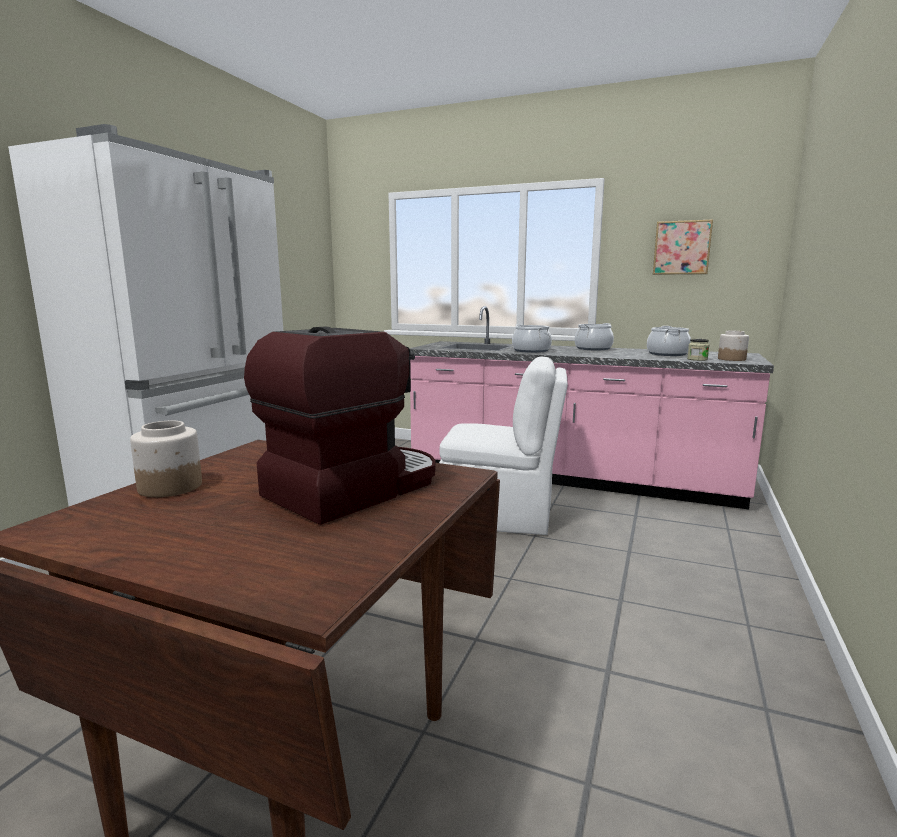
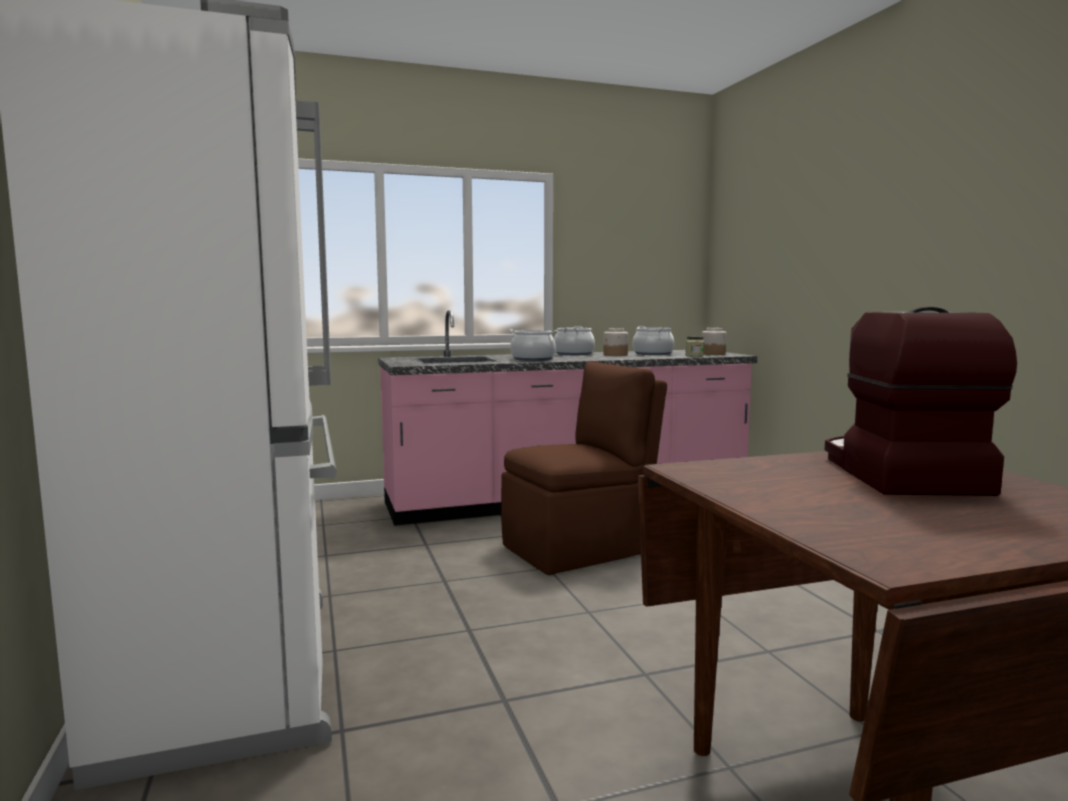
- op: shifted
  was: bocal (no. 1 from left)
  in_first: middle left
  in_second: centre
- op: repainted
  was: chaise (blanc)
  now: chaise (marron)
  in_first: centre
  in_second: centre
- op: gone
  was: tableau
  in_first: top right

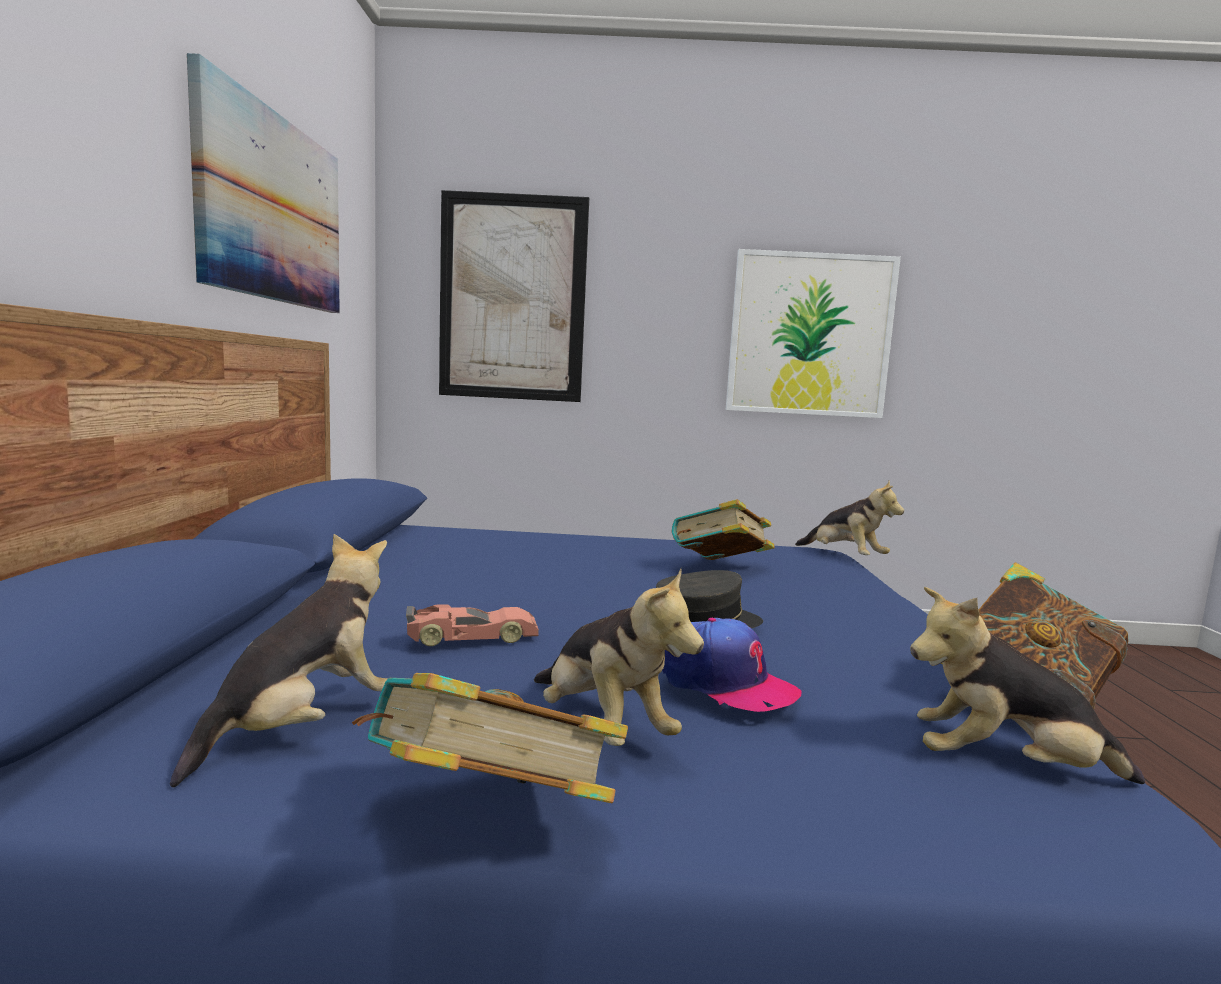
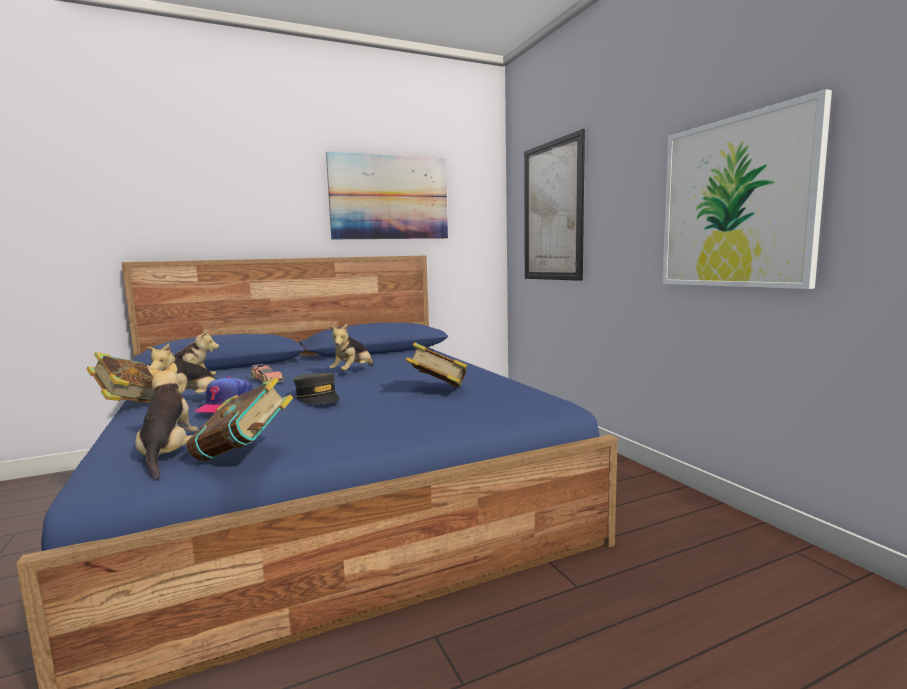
- op: shifted
  was: peluche (no. 3 from left in the first image)
  now: peluche (no. 4 from left)
  in_first: middle right
  in_second: centre

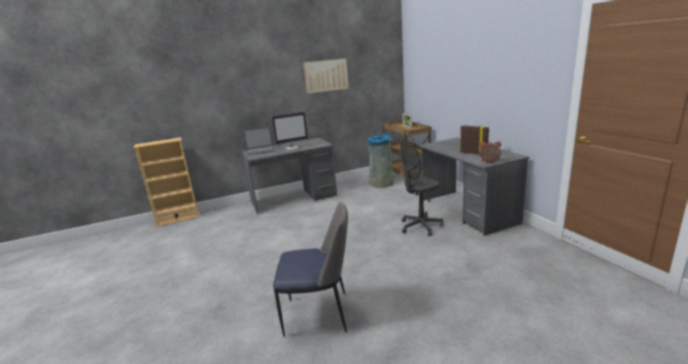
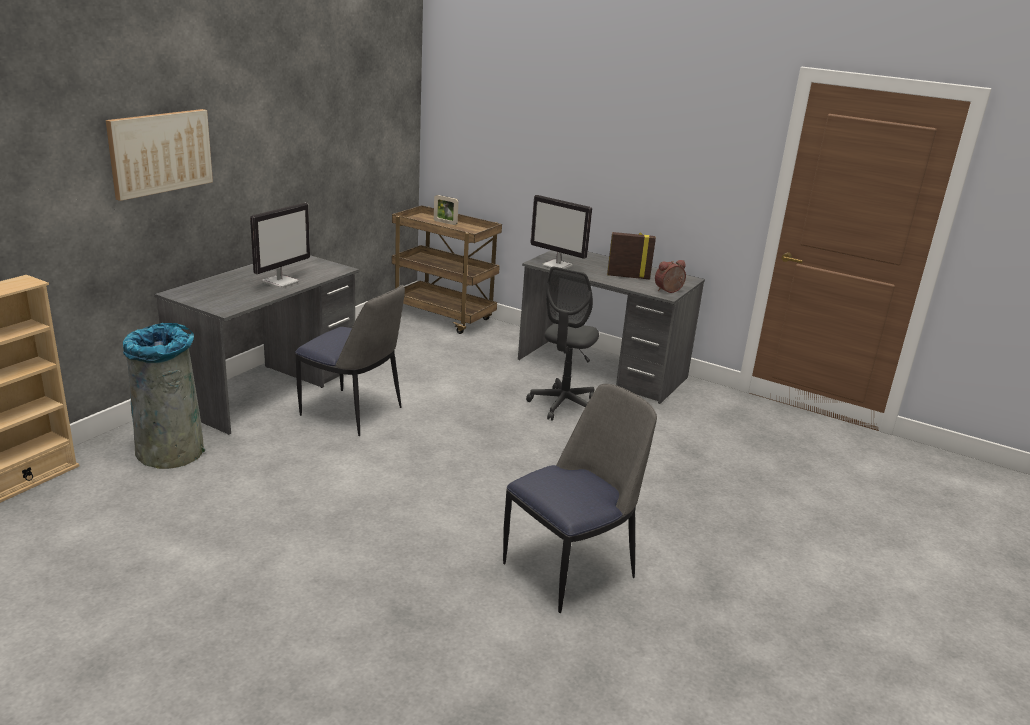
- op: gone
  was: ordinateur portable
  in_first: centre
- op: shifted
  was: tableau
  in_first: top centre
  in_second: top left
- op: shifted
  was: poubelle (gris)
  in_first: centre
  in_second: middle left
- op: new
  now: chaise (no. 1 from left)
  in_second: centre
- op: new
  now: écran d'ordinateur (no. 2 from left)
  in_second: top centre

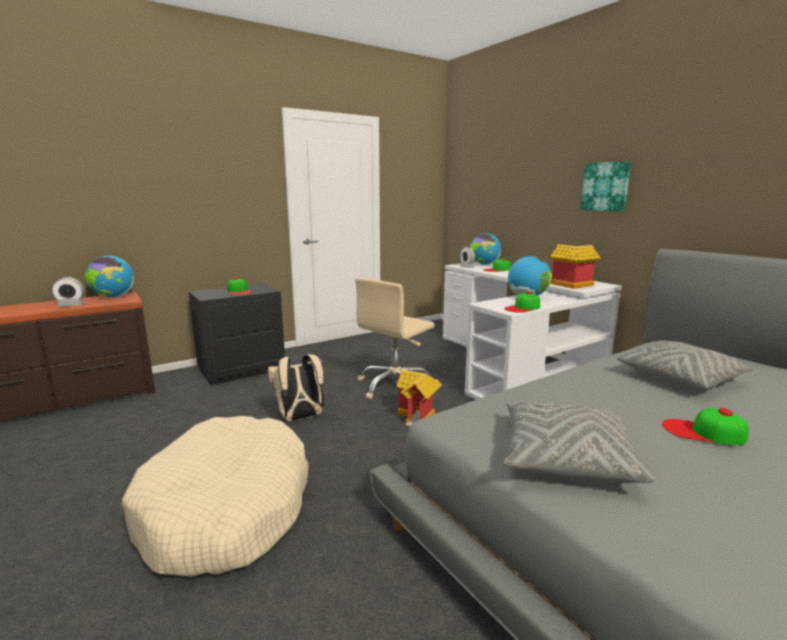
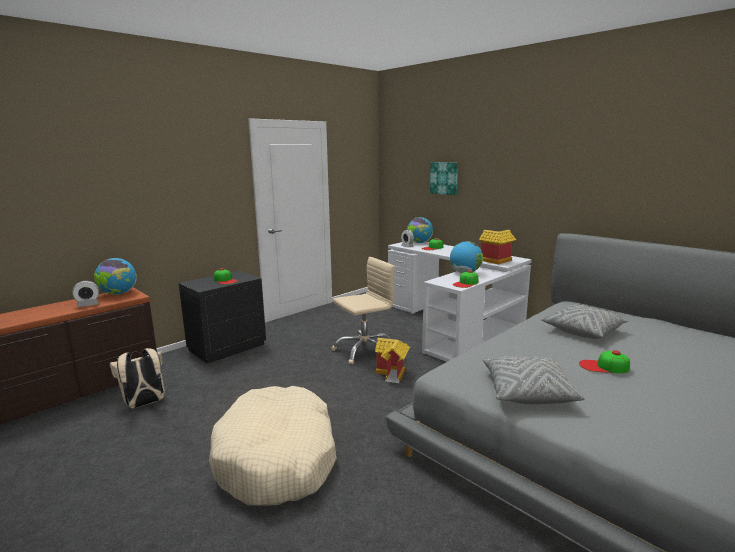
- op: shifted
  was: sac à dos (beige)
  in_first: centre
  in_second: bottom left
- op: rotated
  was: chaise de bureau (beige)
  in_first: centre
  in_second: centre
  clockwise: -150
- op: shifted
  was: tableau
  in_first: top right
  in_second: top centre

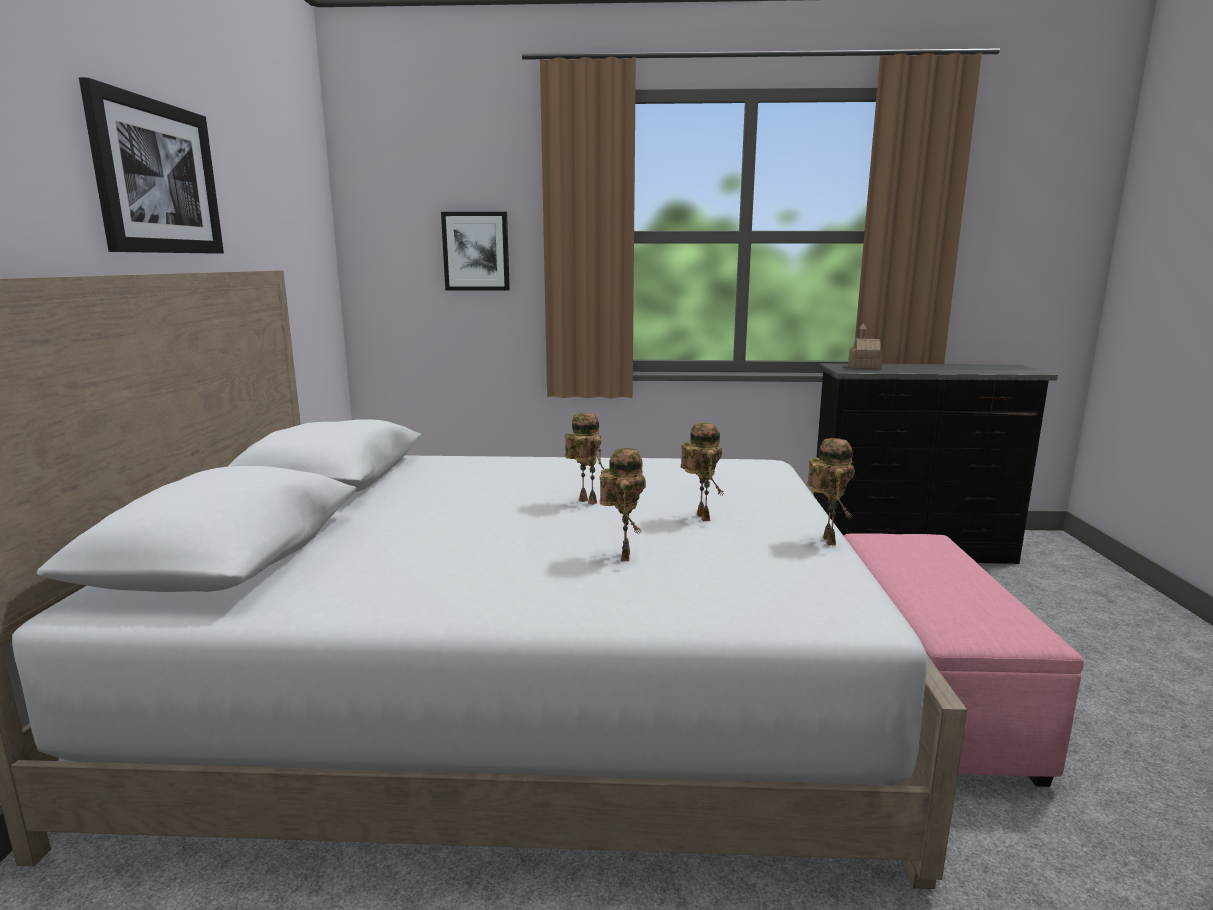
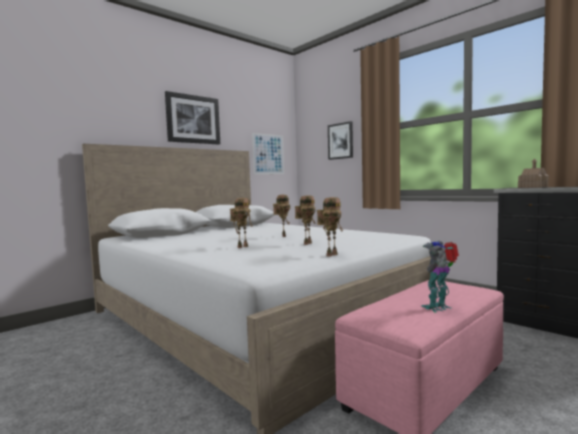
- op: new
  now: tableau (no. 2 from left)
  in_second: centre
- op: new
  now: robot jouet (no. 5 from left)
  in_second: middle right

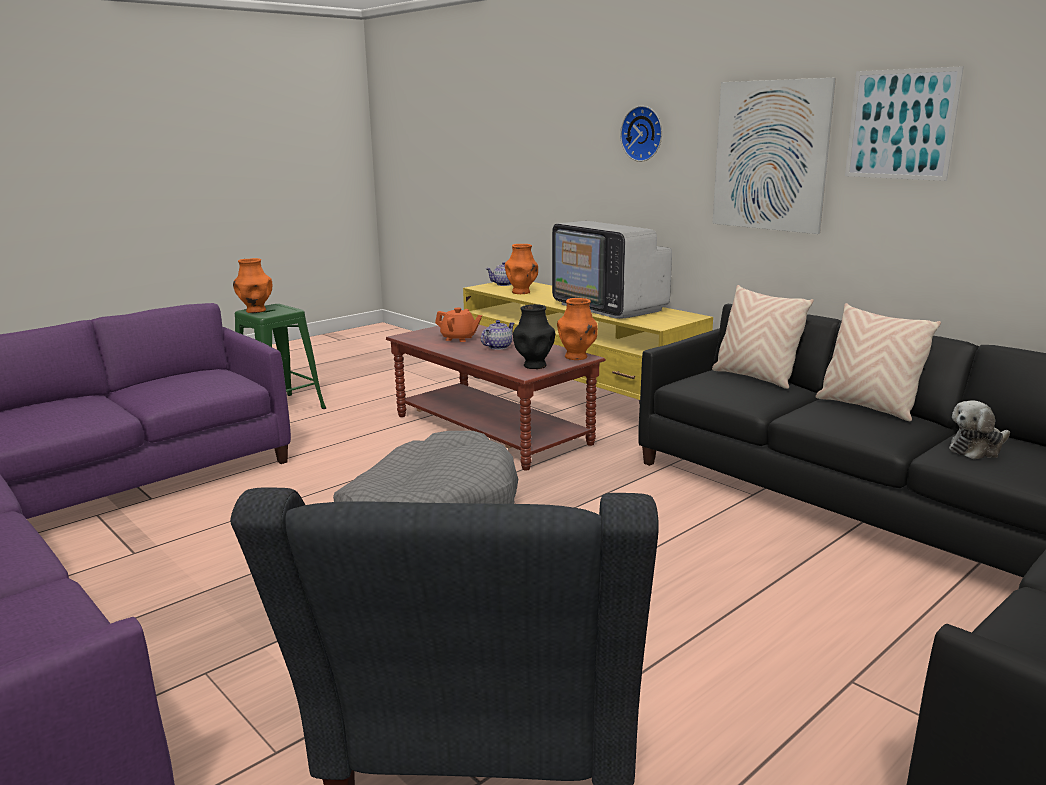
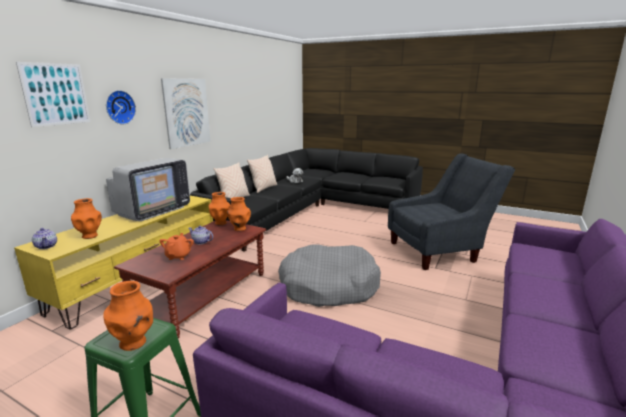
- op: repainted
  was: vase (noir)
  now: vase (orange) (no. 4 from left)
  in_first: centre
  in_second: centre
- op: shifted
  was: tableau (no. 2 from left in the first image)
  now: tableau (no. 1 from left)
  in_first: top right
  in_second: top left

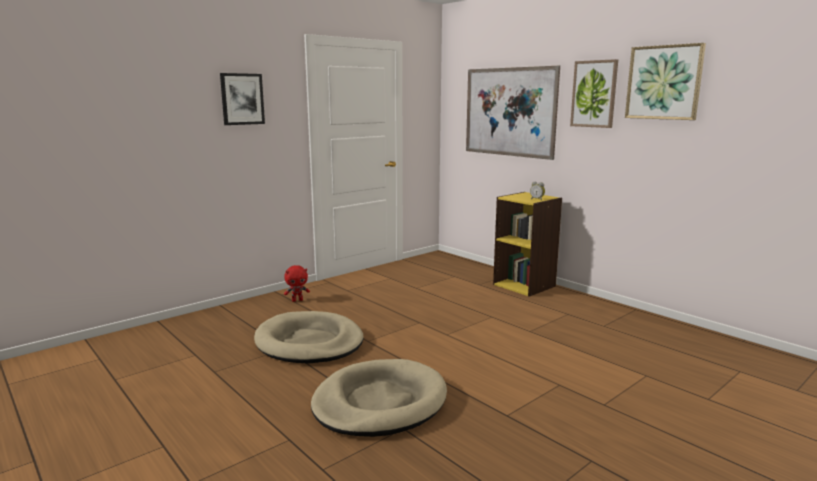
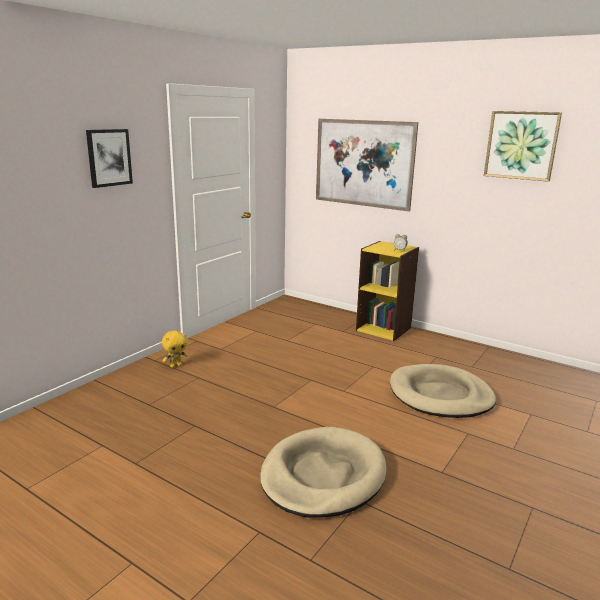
- op: shifted
  was: panier pour chien (beige) (no. 1 from left in the first image)
  now: panier pour chien (beige) (no. 2 from left)
  in_first: bottom centre
  in_second: middle right
- op: repainted
  was: peluche (rouge)
  now: peluche (jaune)
  in_first: centre
  in_second: middle left
- op: gone
  was: tableau (no. 3 from left)
  in_first: top right

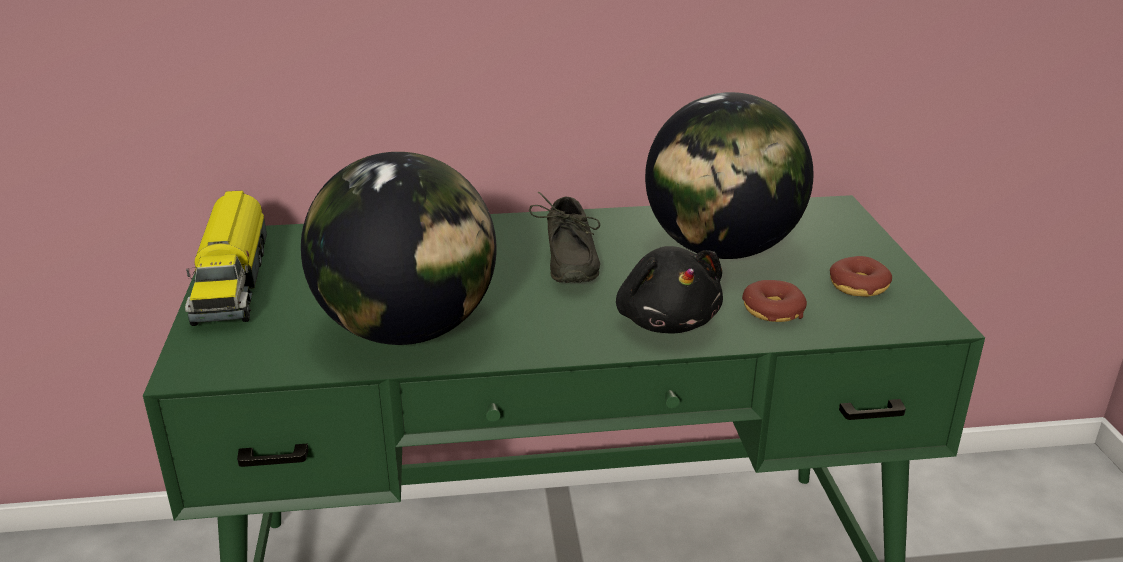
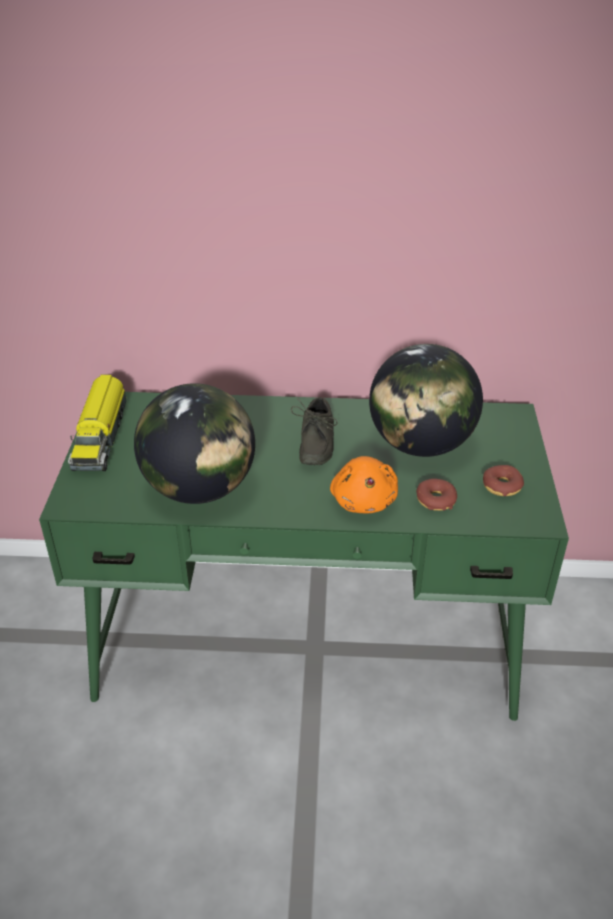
- op: repainted
  was: peluche (noir)
  now: peluche (orange)
  in_first: centre
  in_second: centre

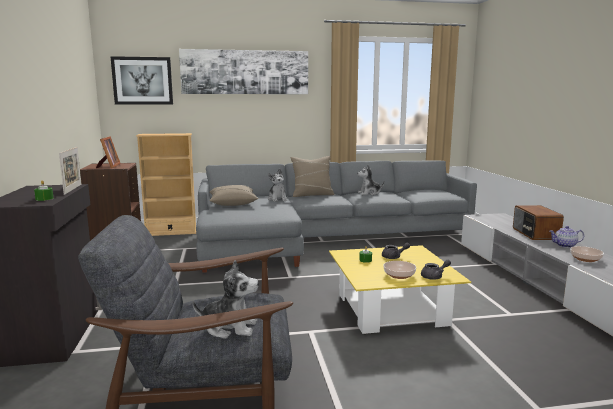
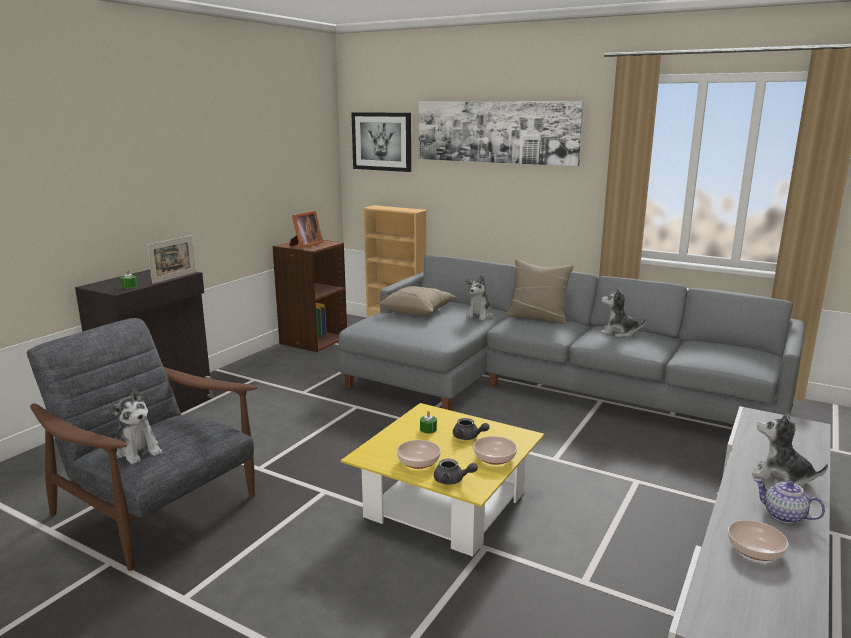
- op: swapped
  was: radio
  now: peluche (no. 4 from left)
  in_first: middle right
  in_second: bottom right
- op: new
  now: bol (no. 2 from left)
  in_second: bottom centre

